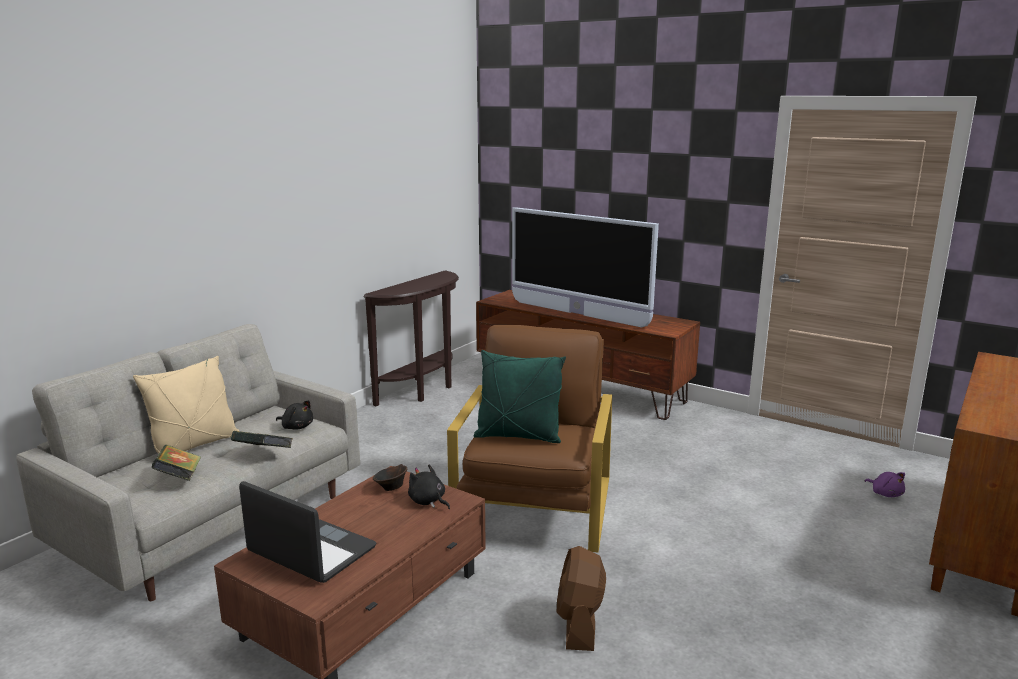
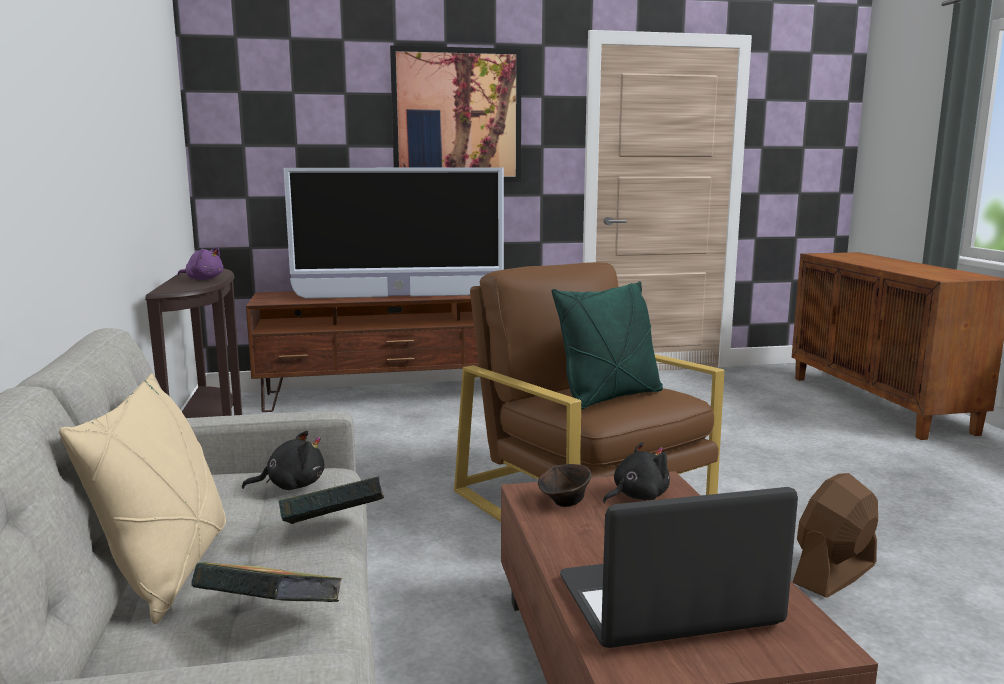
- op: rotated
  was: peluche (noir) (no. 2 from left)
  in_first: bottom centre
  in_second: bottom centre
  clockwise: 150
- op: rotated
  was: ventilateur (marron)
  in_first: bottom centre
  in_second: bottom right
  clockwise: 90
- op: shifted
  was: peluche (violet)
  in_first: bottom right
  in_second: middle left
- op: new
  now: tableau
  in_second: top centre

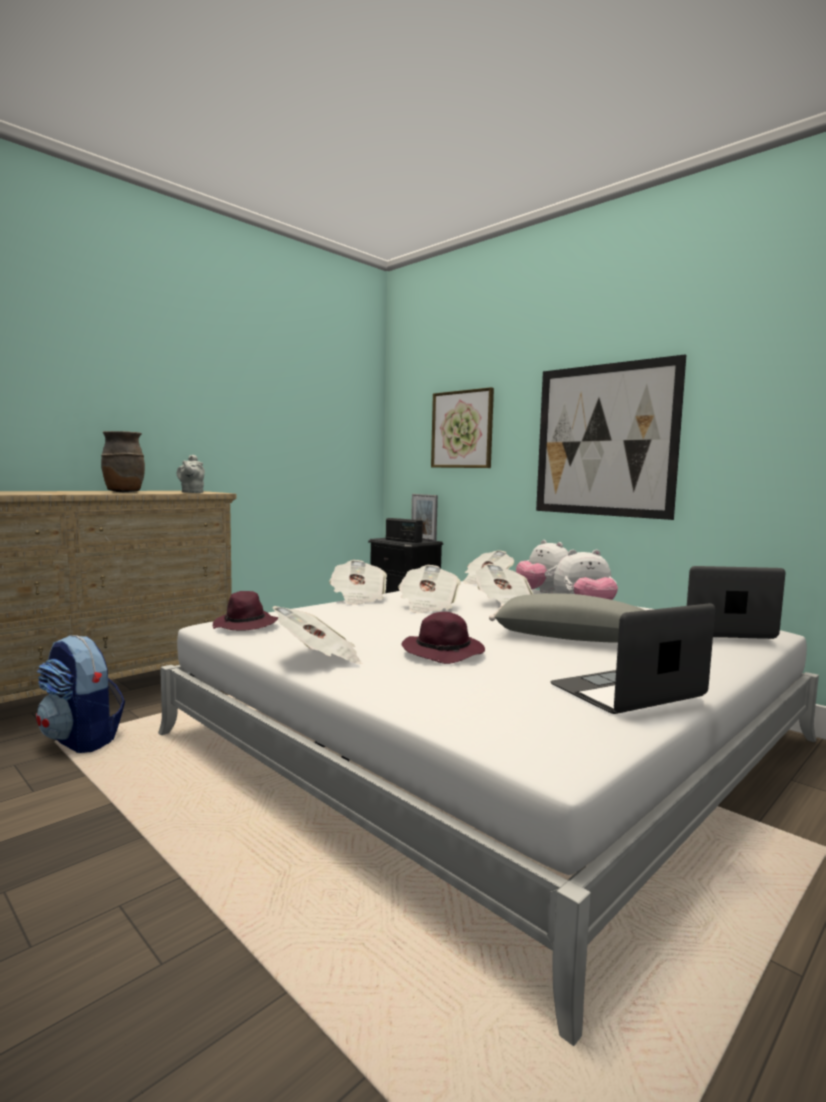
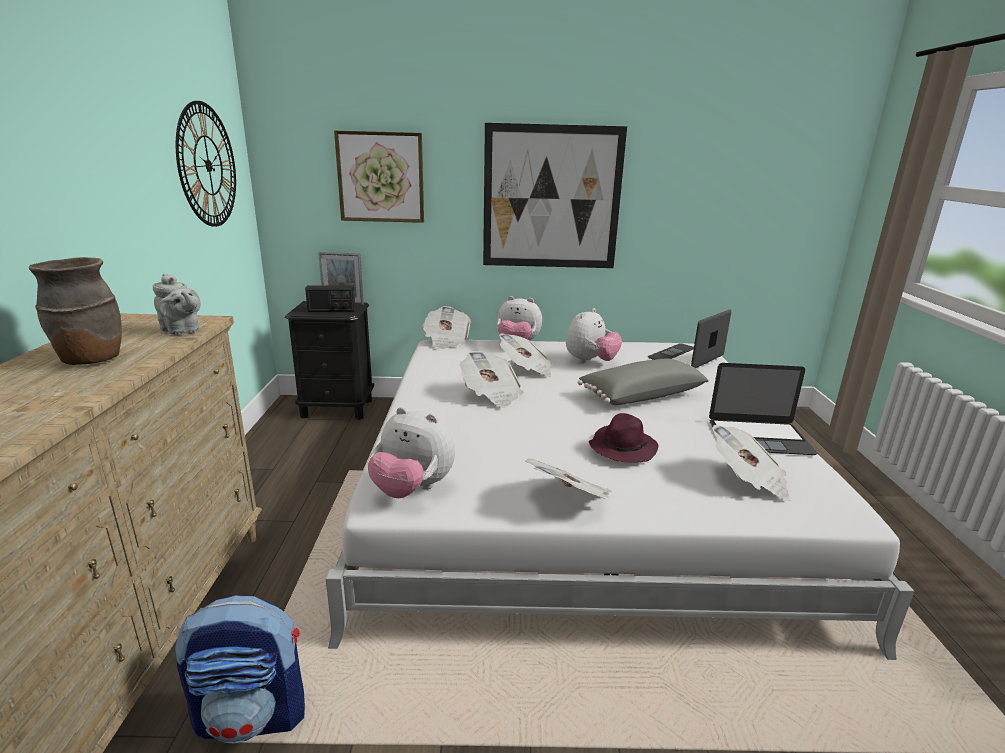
- op: swapped
  was: chapeau (violet) (no. 1 from left)
  now: peluche (no. 1 from left)
  in_first: middle left
  in_second: centre
- op: shifted
  was: journal (no. 2 from left in the first image)
  now: journal (no. 5 from left)
  in_first: centre
  in_second: middle right
- op: rotated
  was: ordinateur portable (no. 1 from left in the first image)
  in_first: middle right
  in_second: middle right
  clockwise: -105
- op: new
  now: horloge murale
  in_second: top left

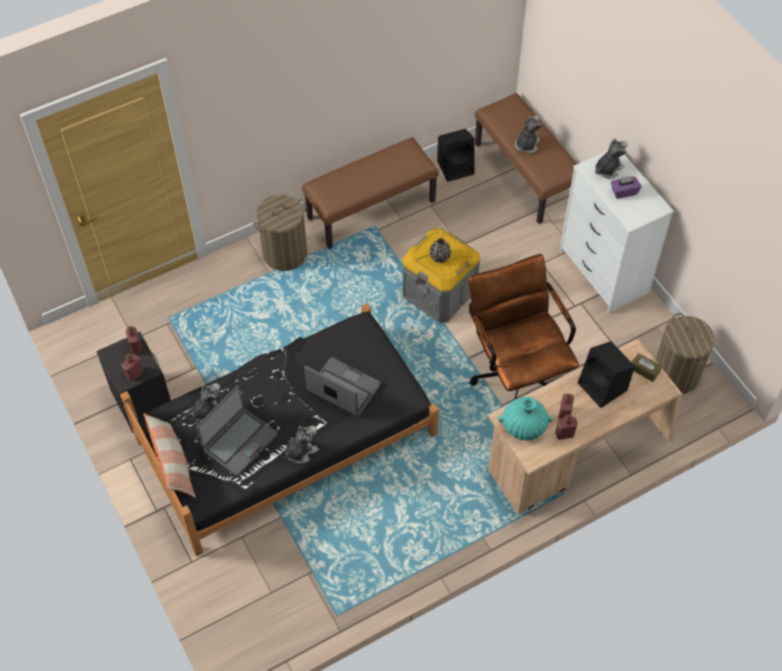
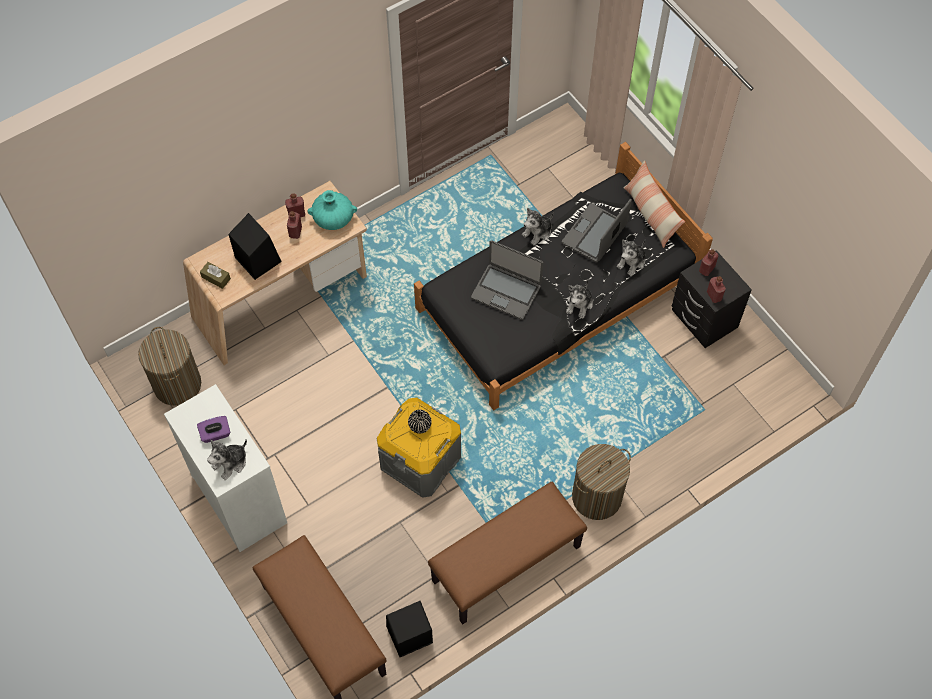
- op: gone
  was: chaise de bureau (marron)
  in_first: middle right
- op: shifted
  was: peluche (no. 3 from left)
  in_first: top right
  in_second: centre

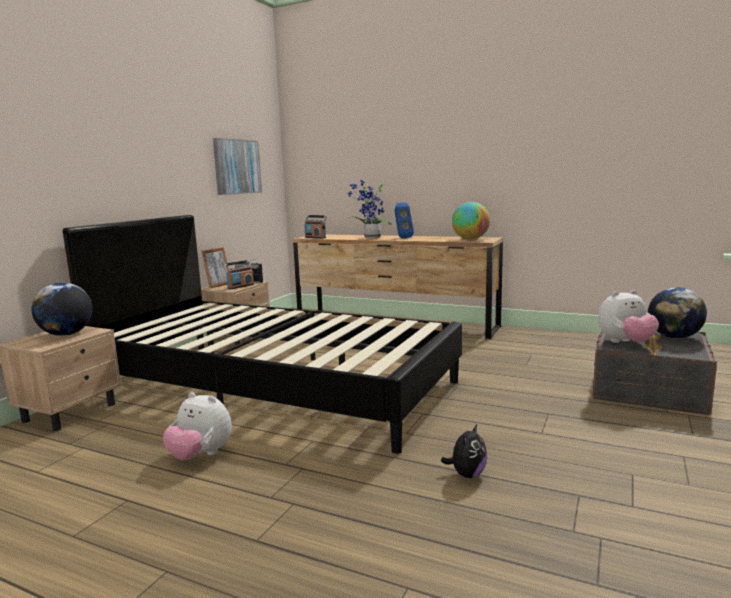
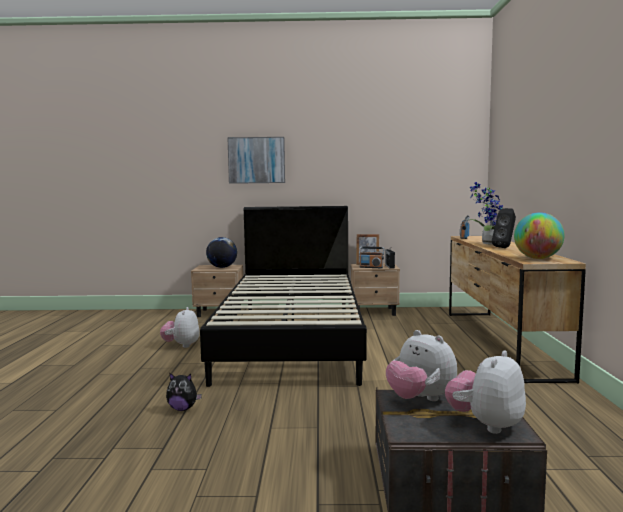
- op: shifted
  was: tableau
  in_first: top left
  in_second: top centre
- op: repainted
  was: enceinte (bleu)
  now: enceinte (noir)
  in_first: centre
  in_second: middle right
- op: swapped
  was: globe (no. 3 from left)
  now: peluche (no. 4 from left)
  in_first: middle right
  in_second: bottom right

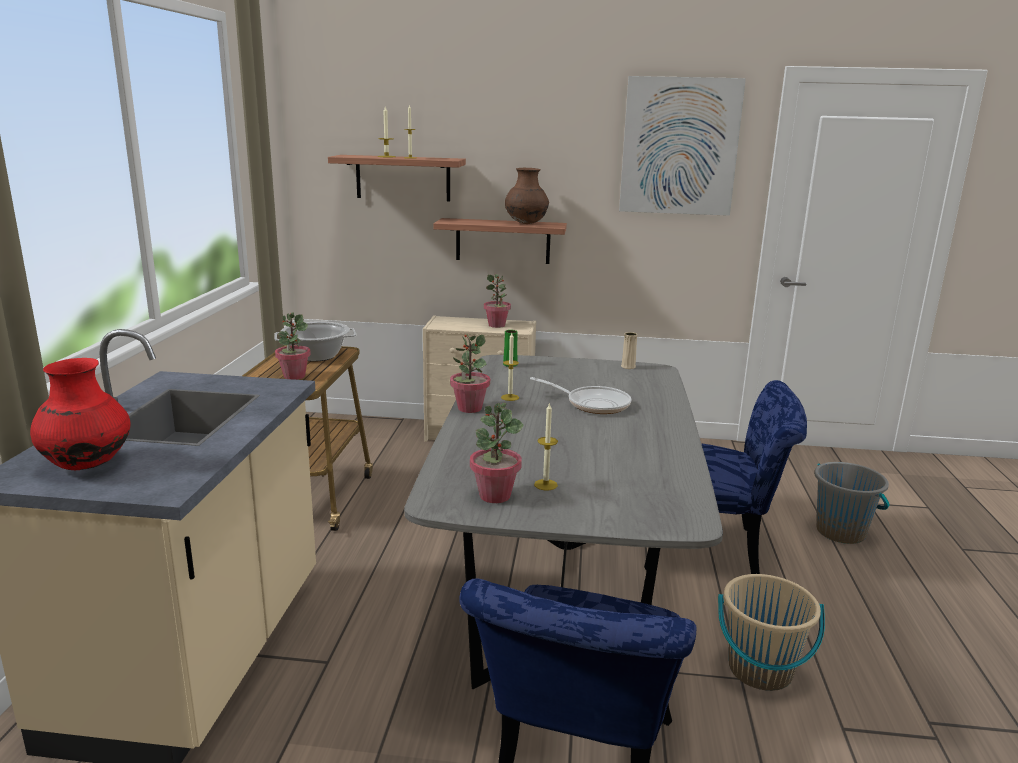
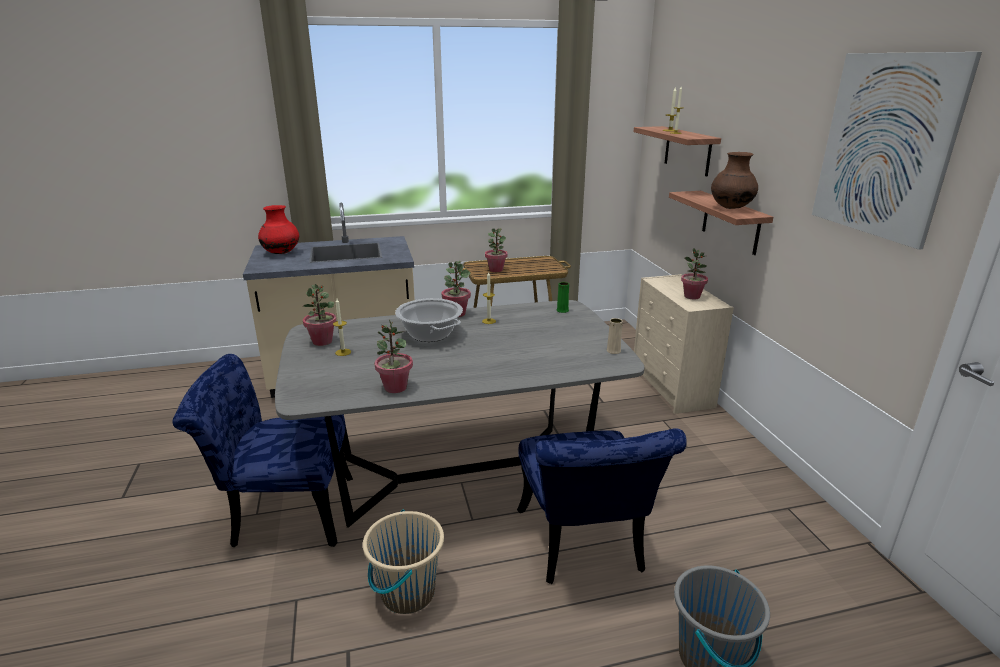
- op: shifted
  was: marmite
  in_first: middle left
  in_second: centre
- op: gone
  was: poêle
  in_first: centre
- op: new
  now: plante en pot (no. 2 from left)
  in_second: centre

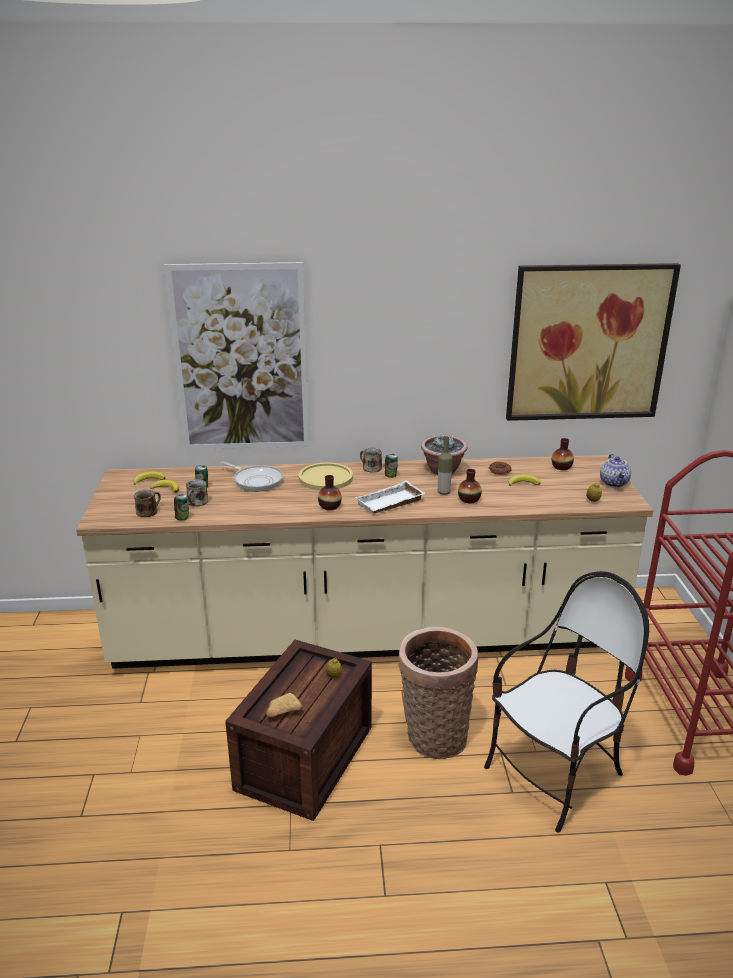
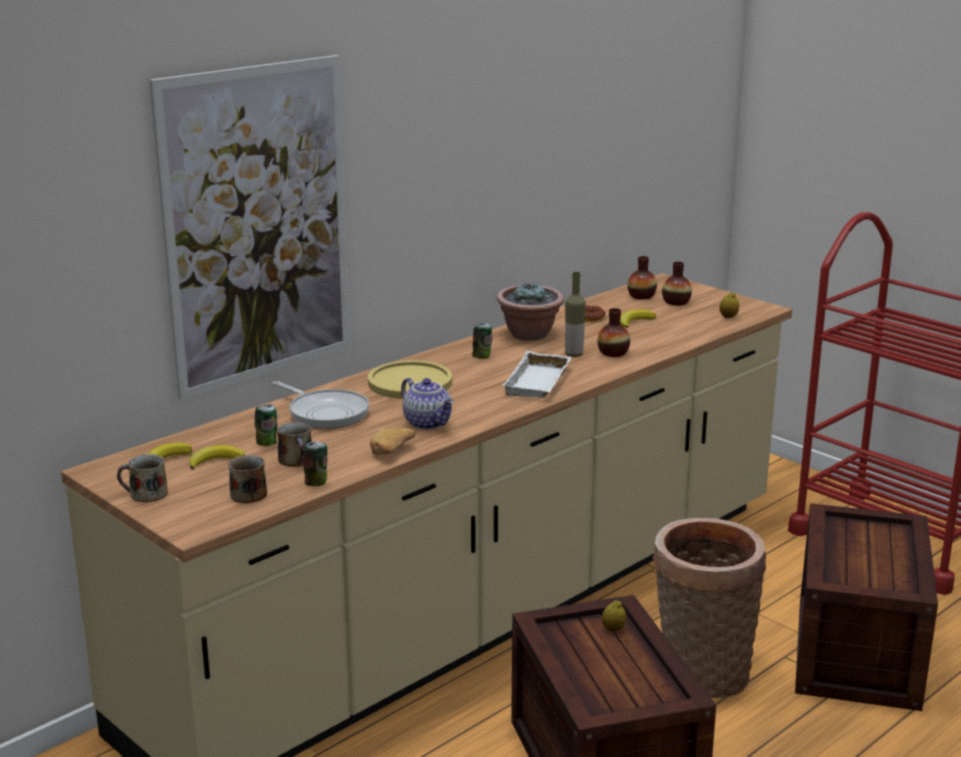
- op: rotated
  was: poêle
  in_first: centre
  in_second: centre
  clockwise: 45
- op: shifted
  was: pain
  in_first: bottom centre
  in_second: centre
- op: shifted
  was: vase (no. 1 from left in the first image)
  now: vase (no. 3 from left)
  in_first: centre
  in_second: middle right
- op: shifted
  was: mug (no. 3 from left in the first image)
  now: mug (no. 1 from left)
  in_first: centre
  in_second: middle left
- op: swapped
  was: chaise
  now: caisse (no. 2 from left)
  in_first: bottom right
  in_second: bottom right
- op: gone
  was: tableau (no. 2 from left)
  in_first: middle right
- op: shifted
  was: théière
  in_first: middle right
  in_second: centre

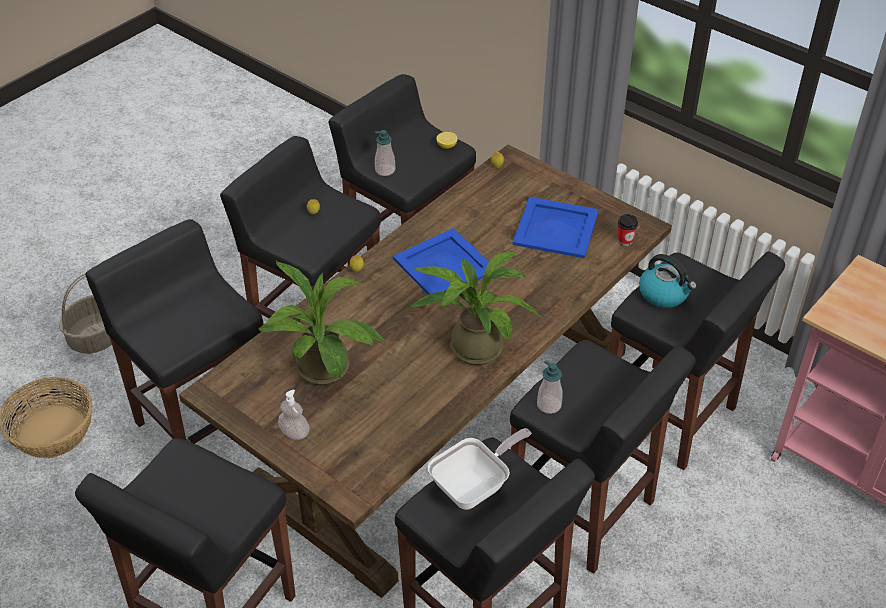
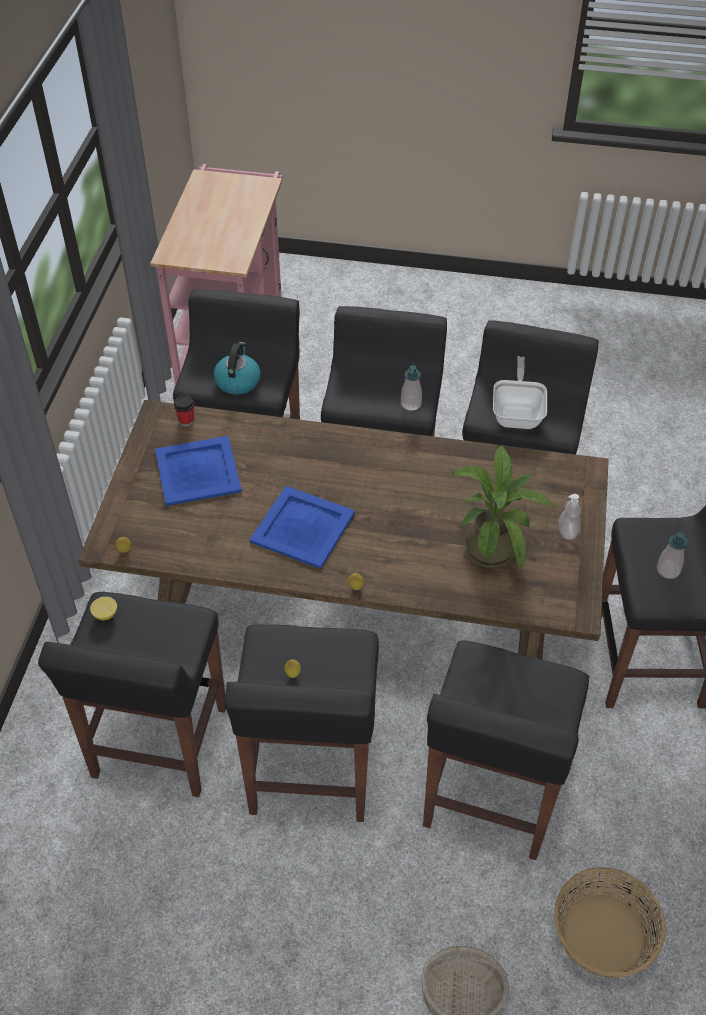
- op: shifted
  was: distributeur de savon (no. 2 from left in the first image)
  now: distributeur de savon (no. 3 from left)
  in_first: top centre
  in_second: middle right
- op: gone
  was: plante en pot (no. 2 from left)
  in_first: centre
- op: rotated
  was: poêle
  in_first: bottom centre
  in_second: middle right
  clockwise: 75

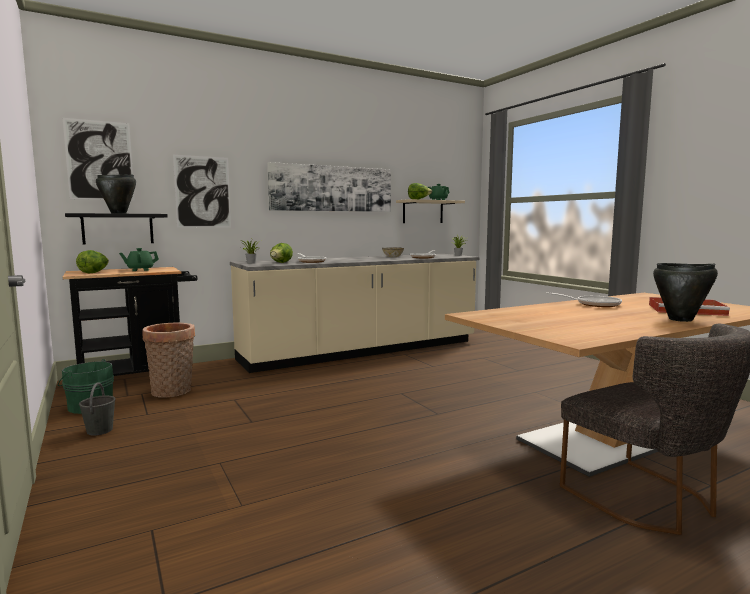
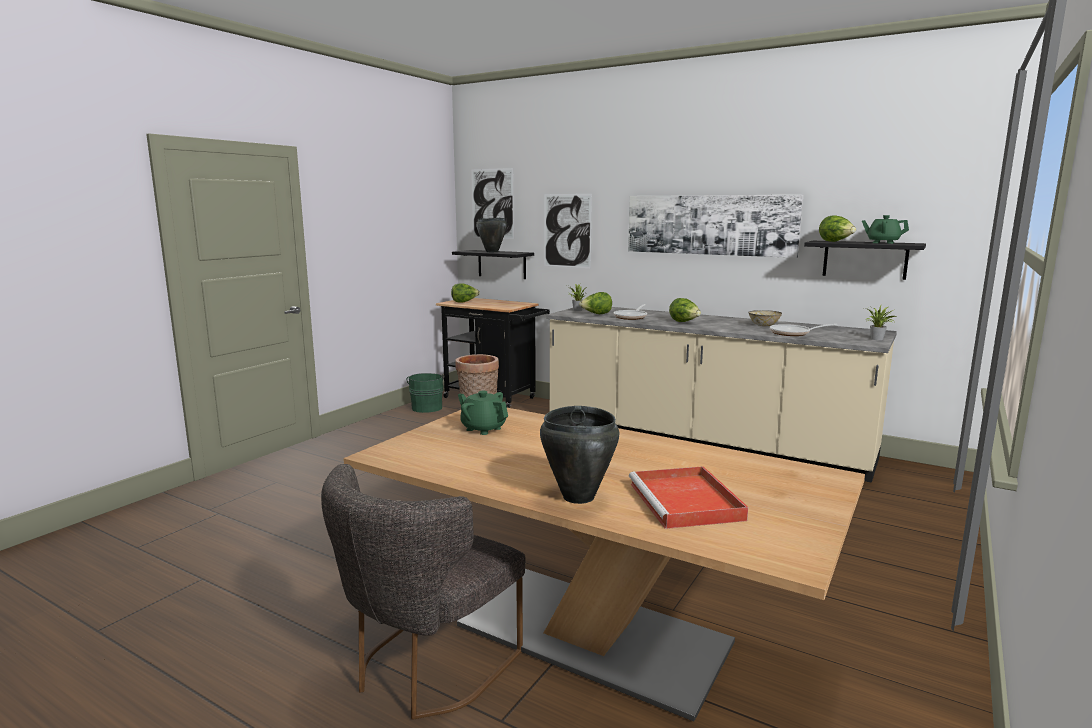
- op: gone
  was: seau (gris)
  in_first: bottom left
- op: shifted
  was: théière (vert) (no. 1 from left)
  in_first: middle left
  in_second: centre
- op: repainted
  was: étagère (beige)
  now: étagère (noir) (no. 2 from left)
  in_first: centre
  in_second: middle right
- op: gone
  was: poêle (no. 3 from left)
  in_first: middle right
- op: new
  now: laitue (no. 3 from left)
  in_second: centre

